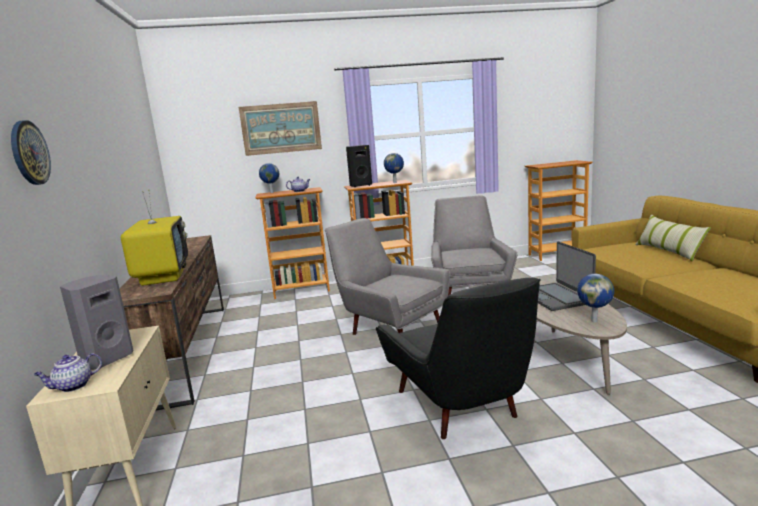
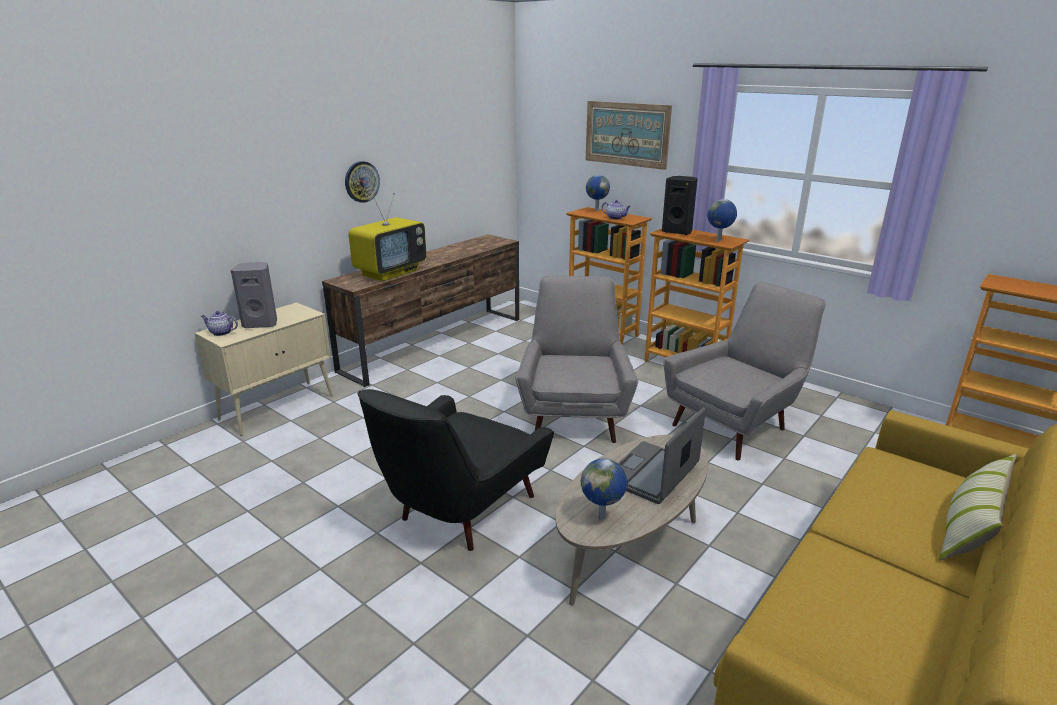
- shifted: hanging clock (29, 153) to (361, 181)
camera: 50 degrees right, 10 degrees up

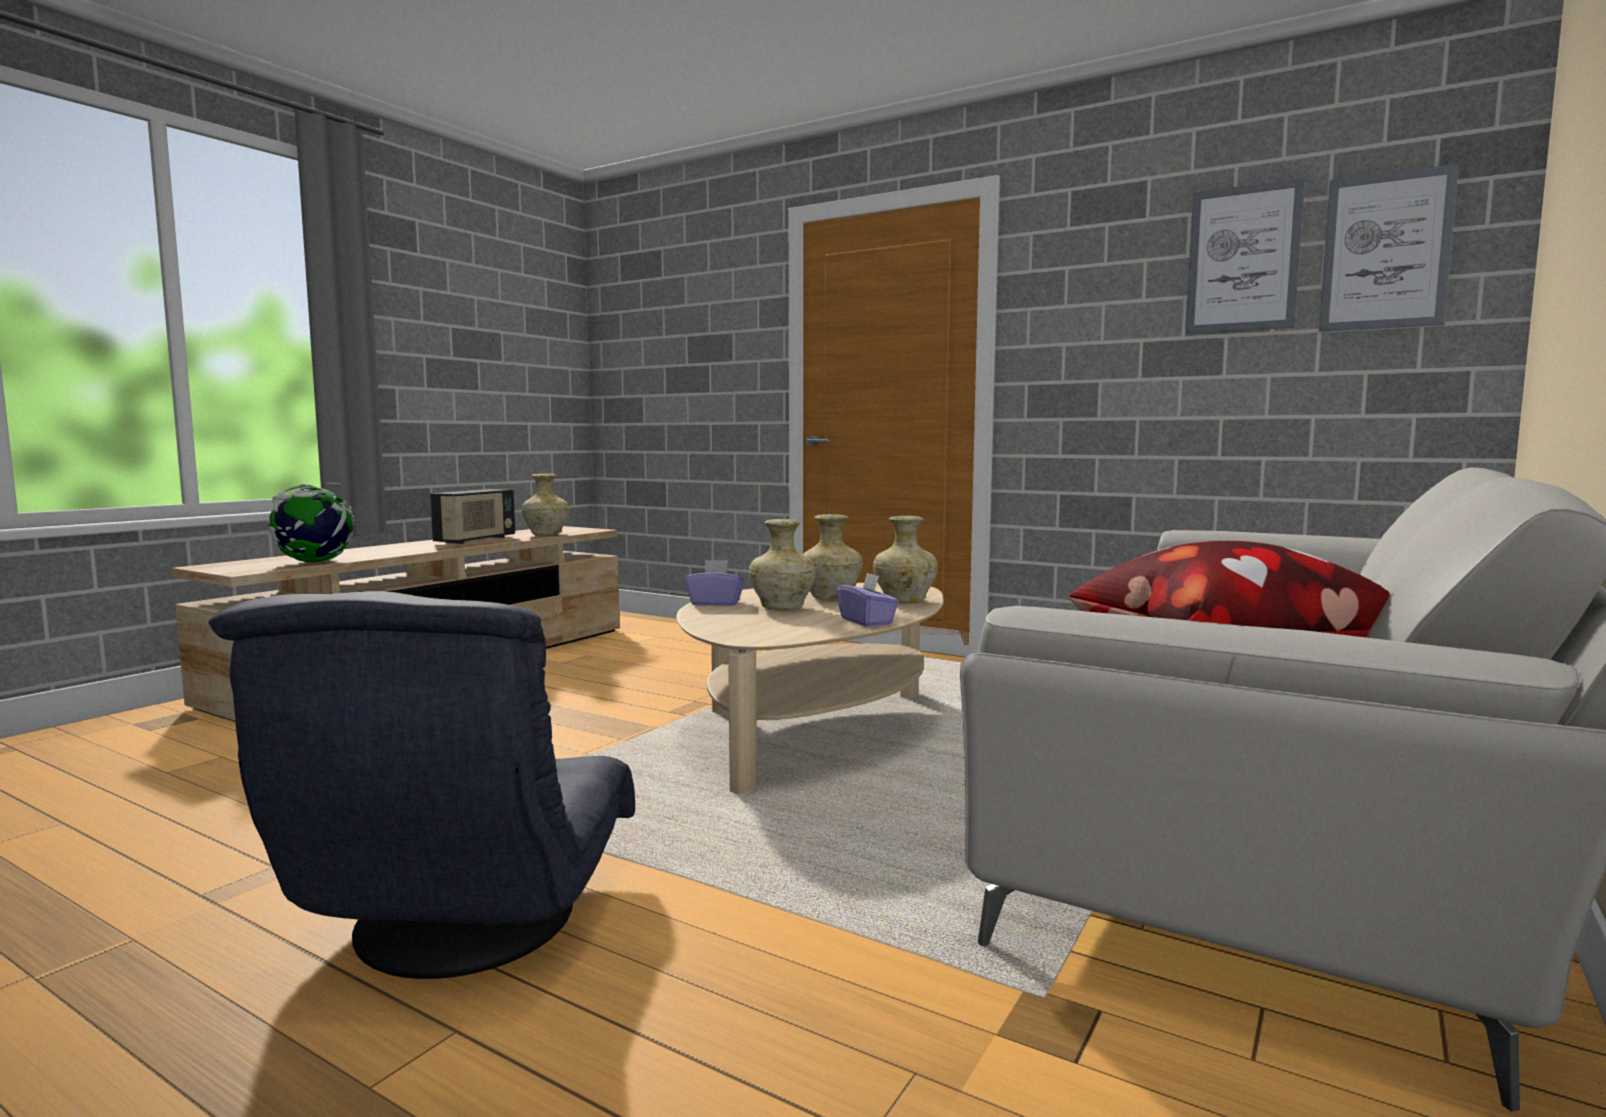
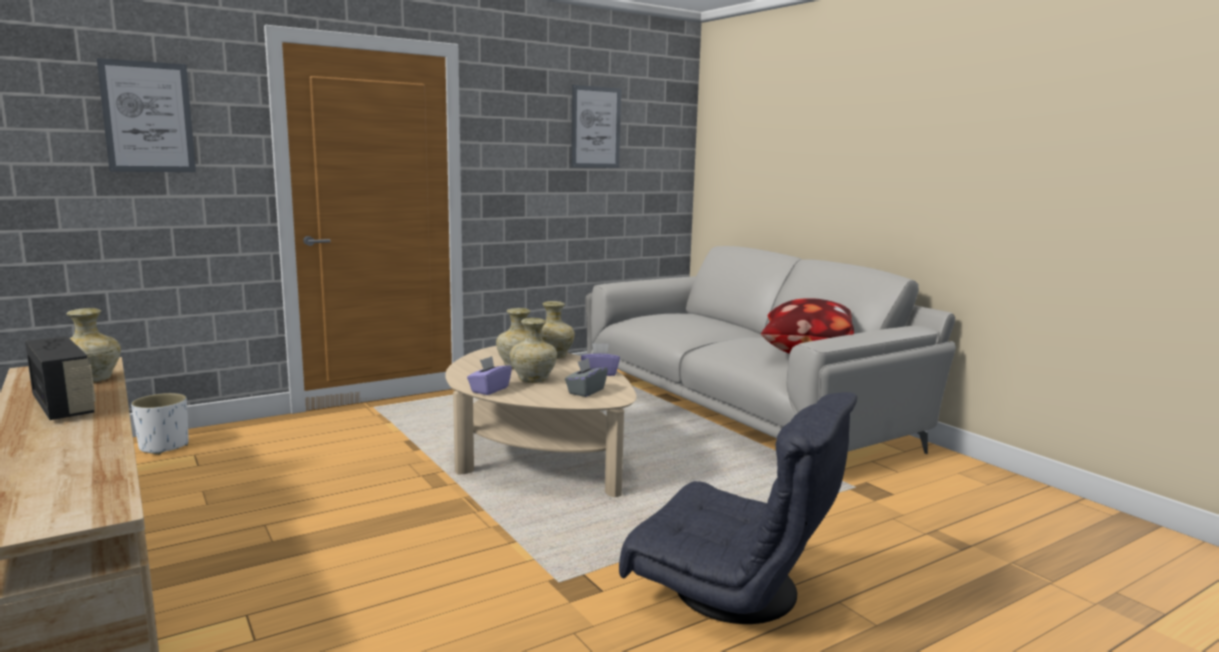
- shifted: wall picture (1385, 251) to (148, 117)
- gone: globe (314, 562)
- new: grey tissue holder (585, 391)
- new: whitish flower pot (164, 446)
camera: 65 degrees left, 5 degrees up

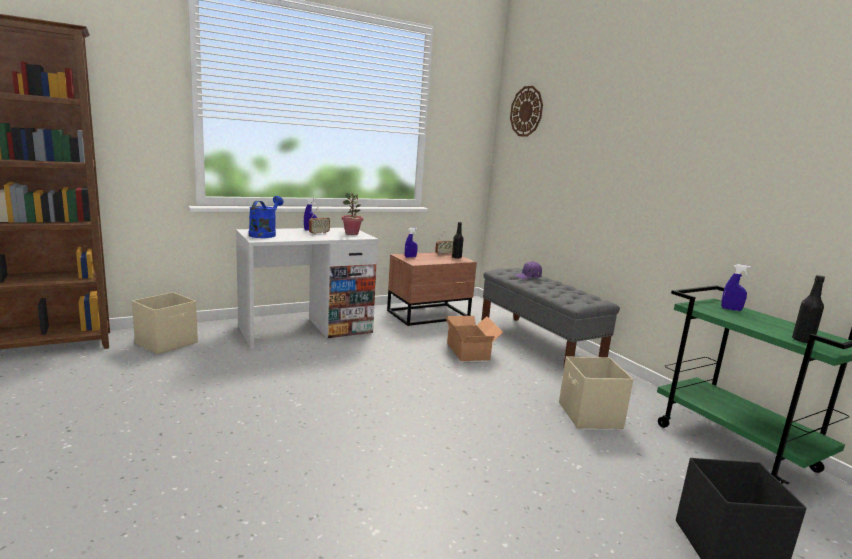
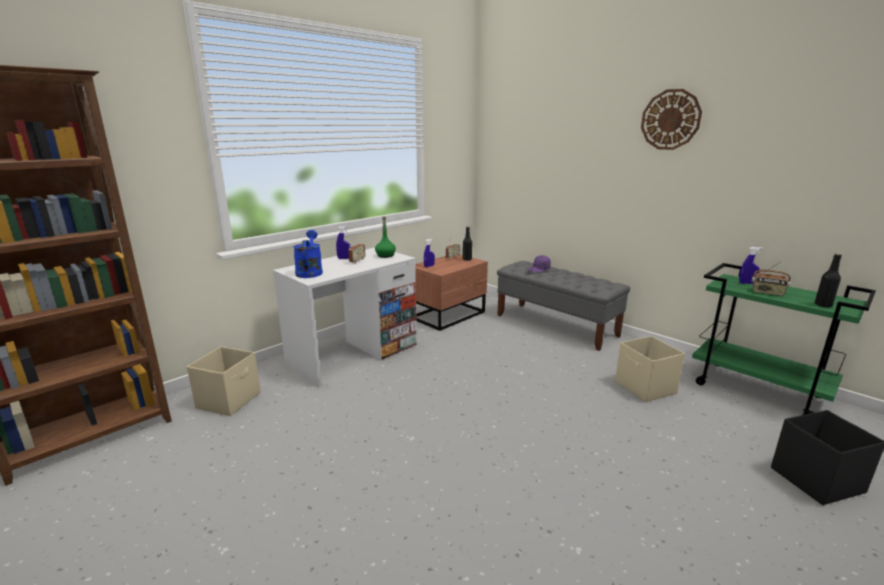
- shifted: hanging clock (526, 111) to (670, 120)
- swapped: houseplant (351, 233) to green bottle (385, 255)
- gone: cardboard box (469, 350)
- new: radio (767, 293)
camera: 15 degrees left, 5 degrees up

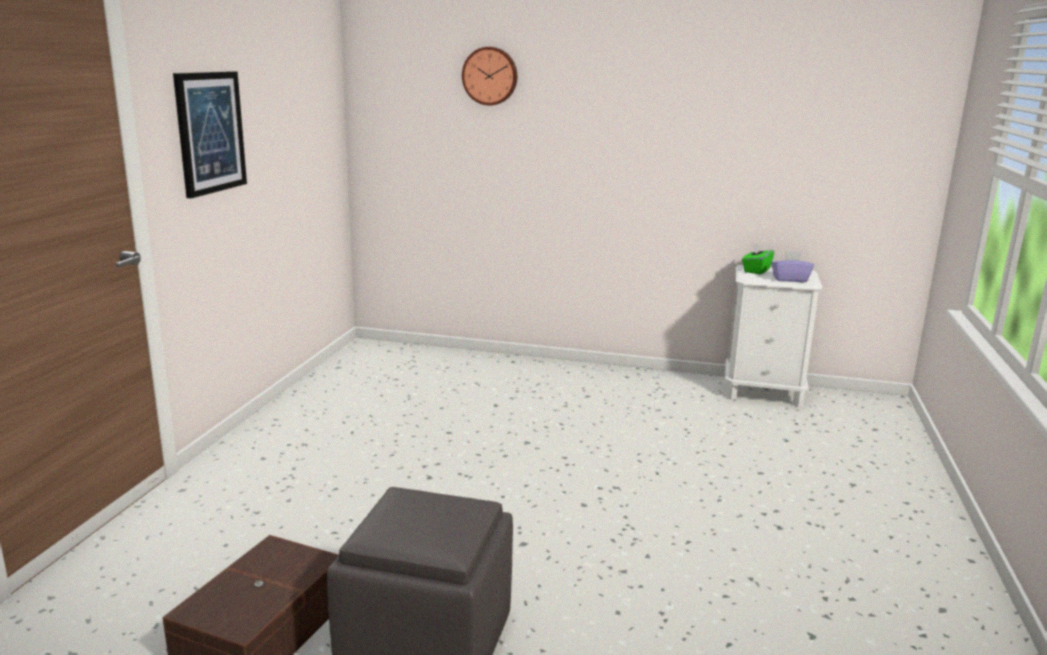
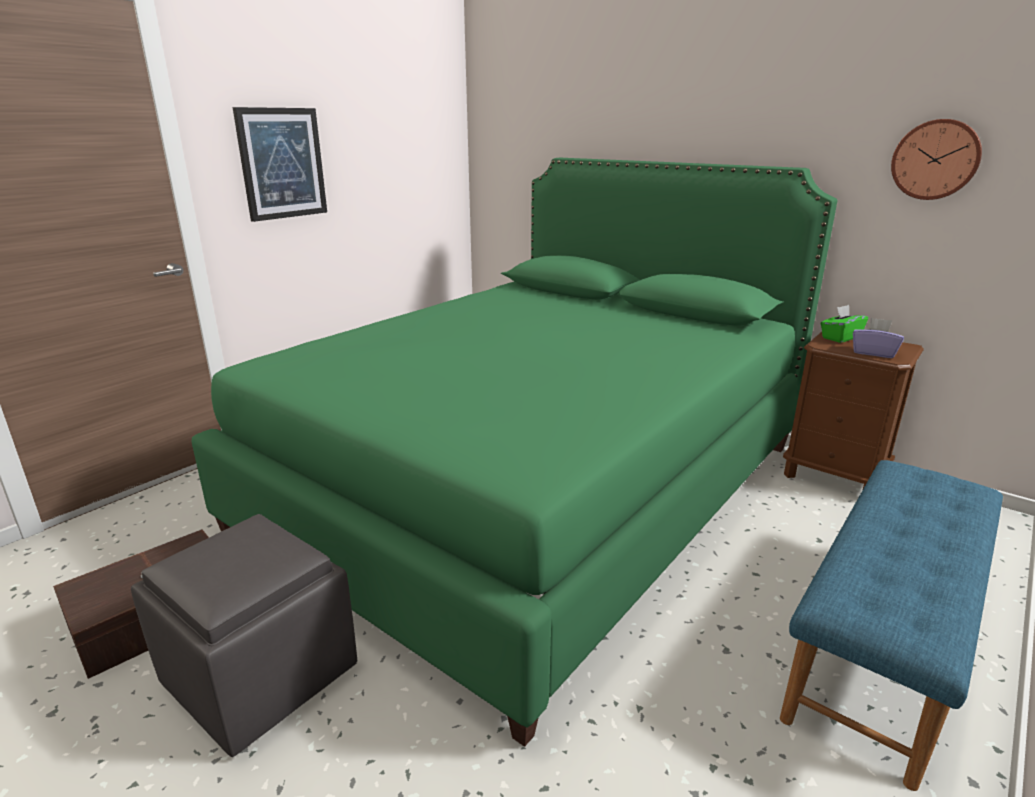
- shifted: hanging clock (490, 76) to (935, 159)
- repainted: whitish bedside table (763, 392) to brownish bedside table (834, 476)
- new: green sleeping bed (534, 486)
- new: blue-coloured long seat (886, 643)
camera: 25 degrees right, 5 degrees up

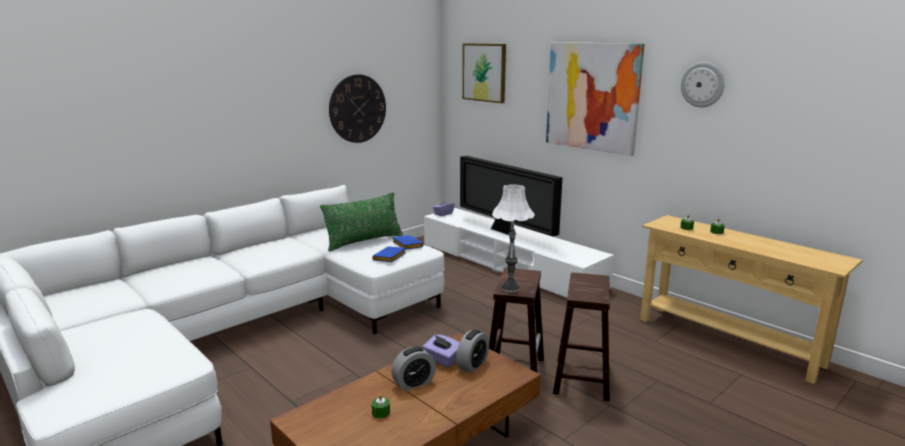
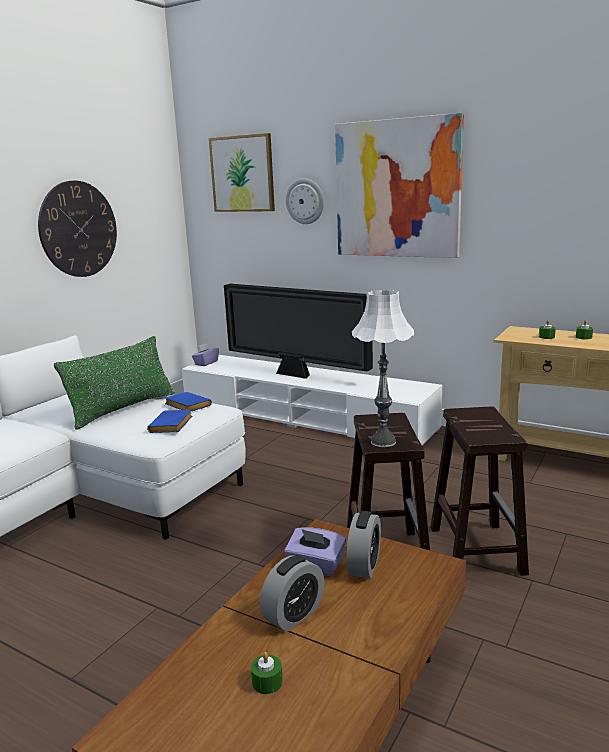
- shifted: hanging clock (702, 84) to (305, 201)
camera: 15 degrees left, 0 degrees up

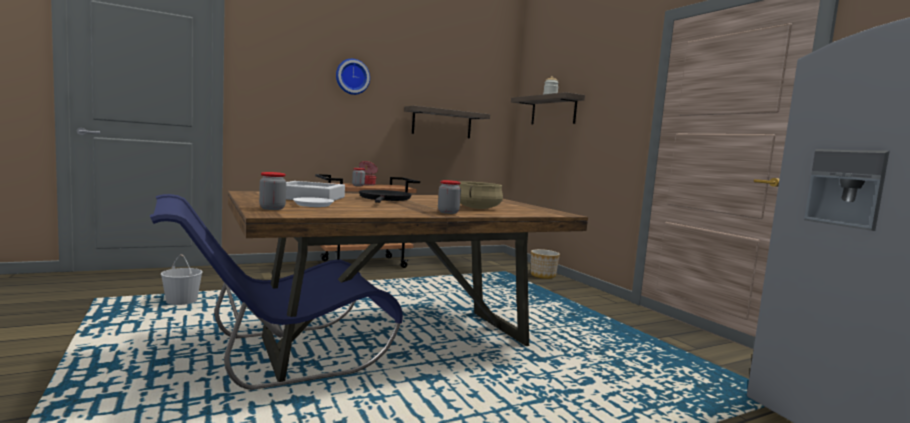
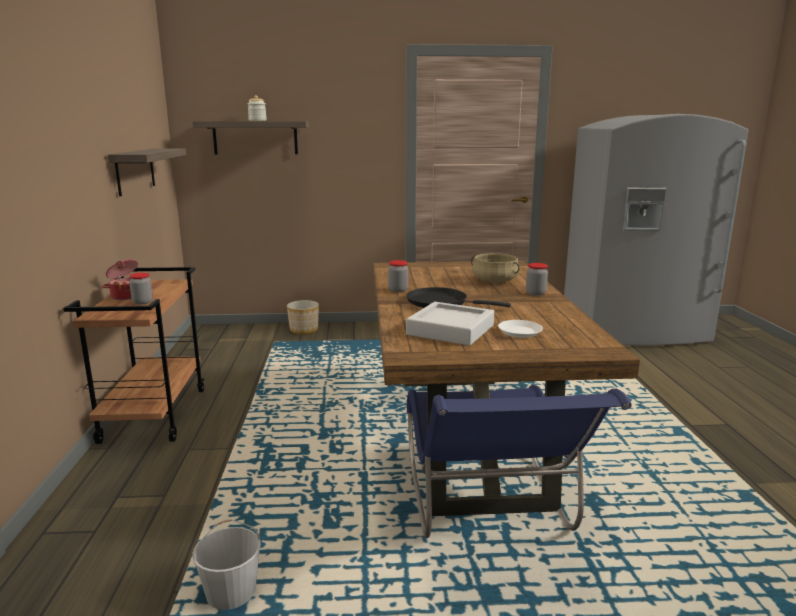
- gone: hanging clock (352, 77)
- shifted: preserve jar (272, 208) to (398, 290)
camera: 65 degrees left, 10 degrees up

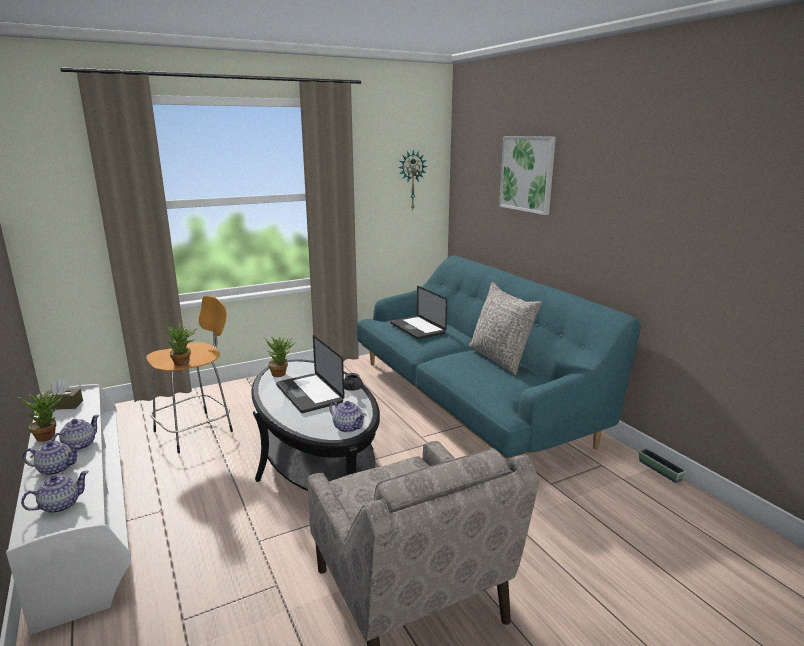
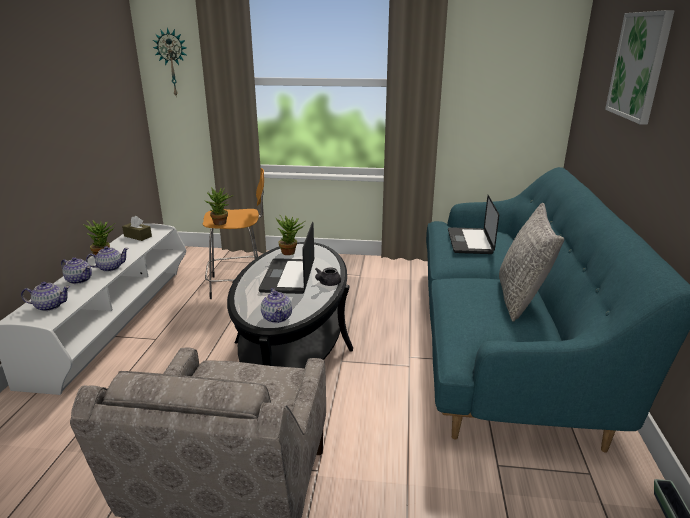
- shifted: hanging clock (411, 180) to (173, 63)
camera: 35 degrees right, 5 degrees up

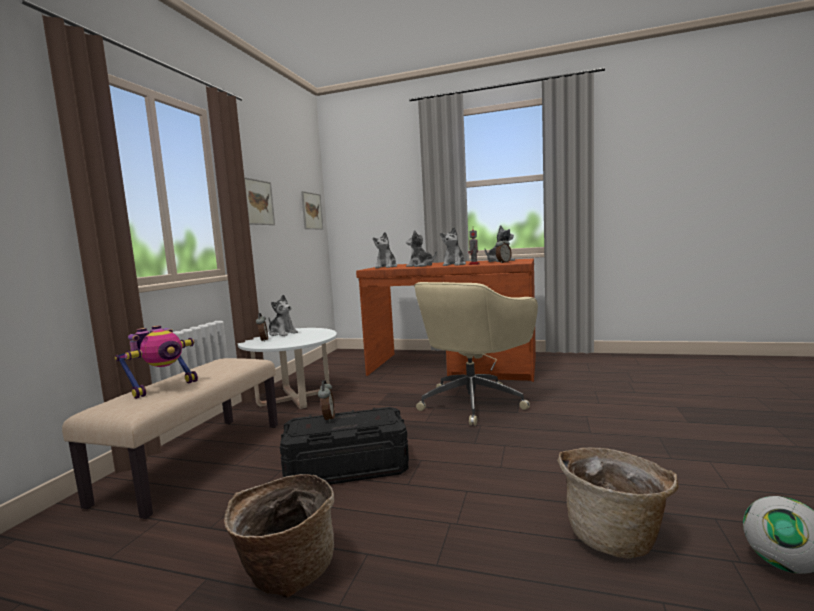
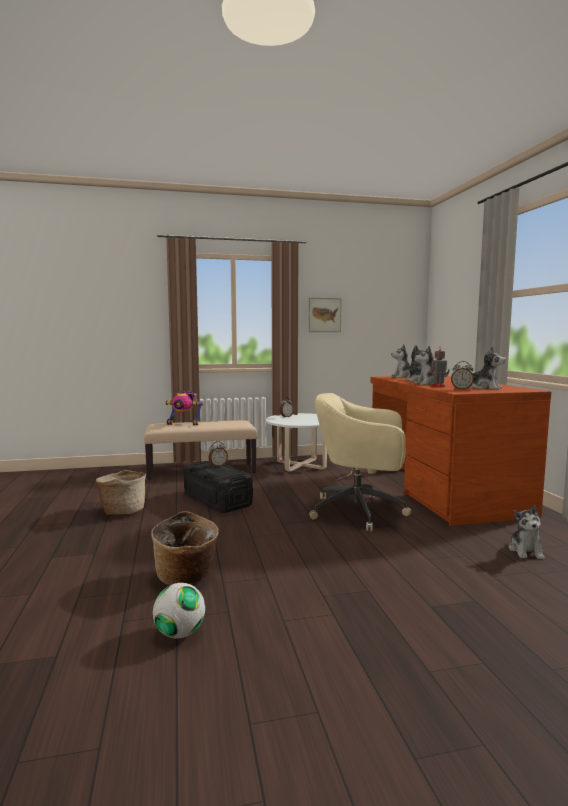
- gone: wall picture (311, 211)
- shifted: soft toy (282, 333) to (526, 551)
camera: 60 degrees right, 0 degrees up

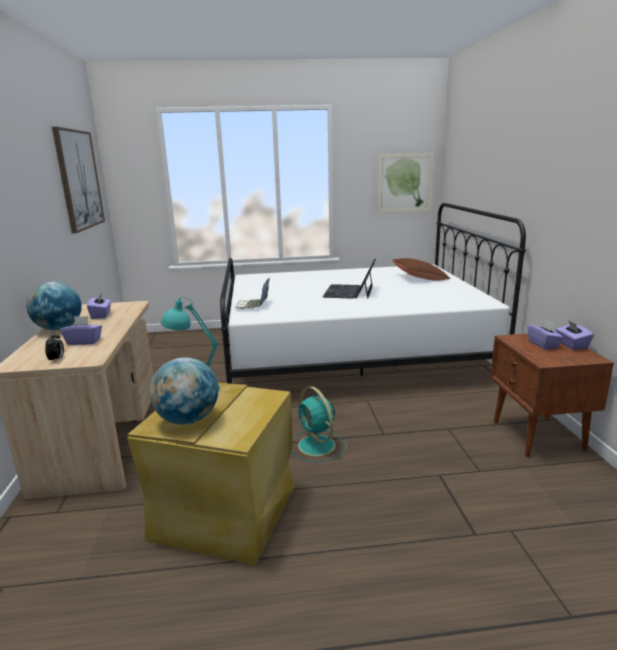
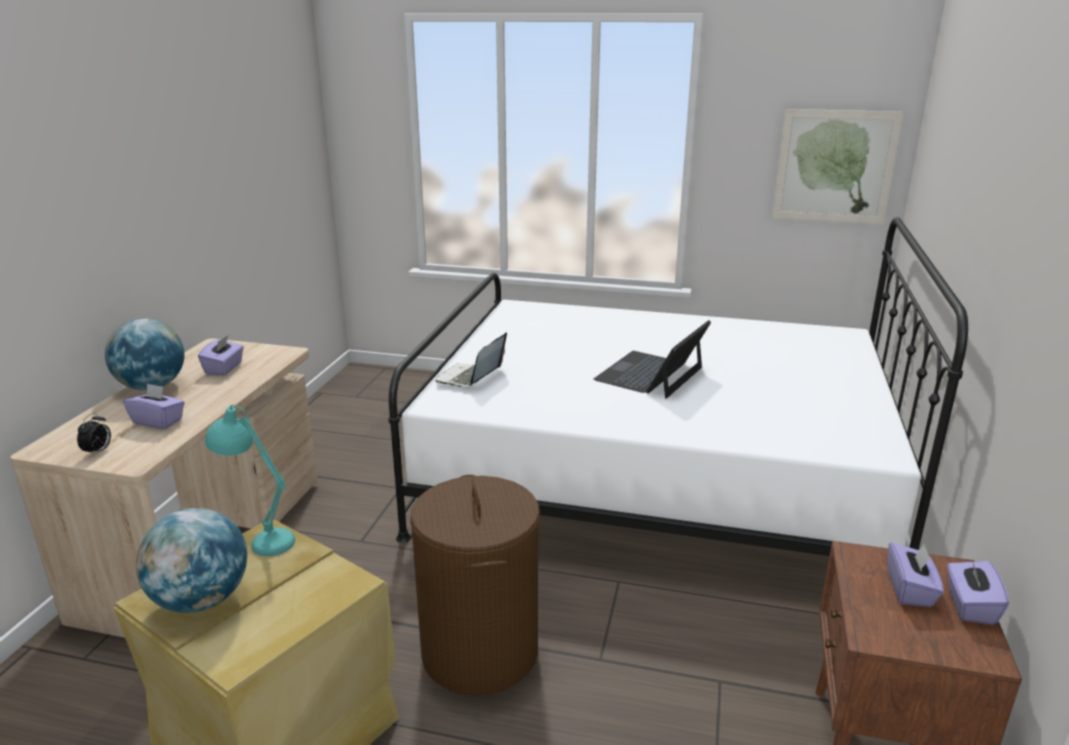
- gone: wall picture (79, 180)
- gone: brownish pillow (419, 278)
- swapped: turquoise cooling fan (317, 446) to brownish hamper (480, 652)
camera: 20 degrees right, 5 degrees up

